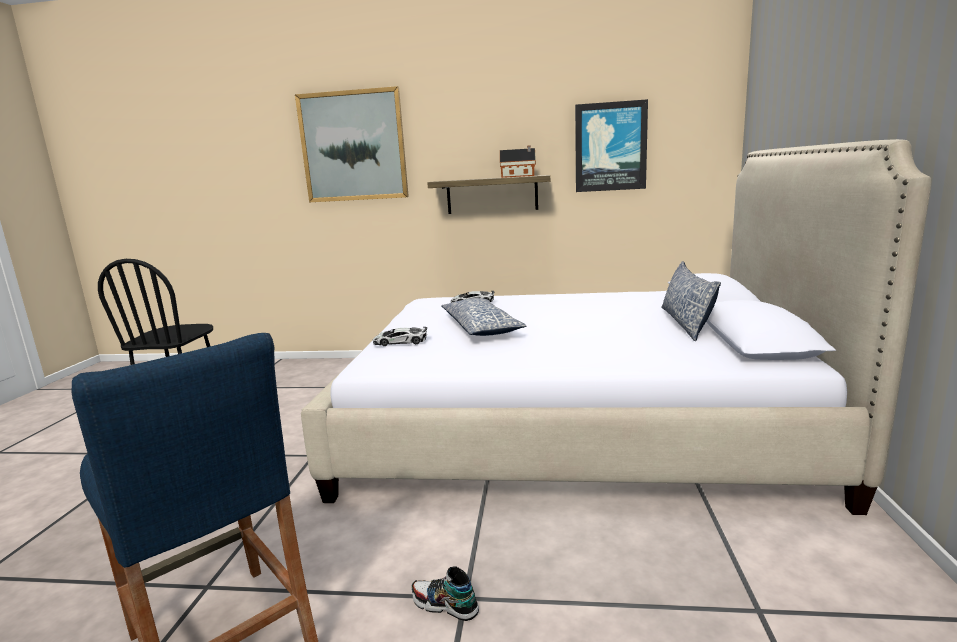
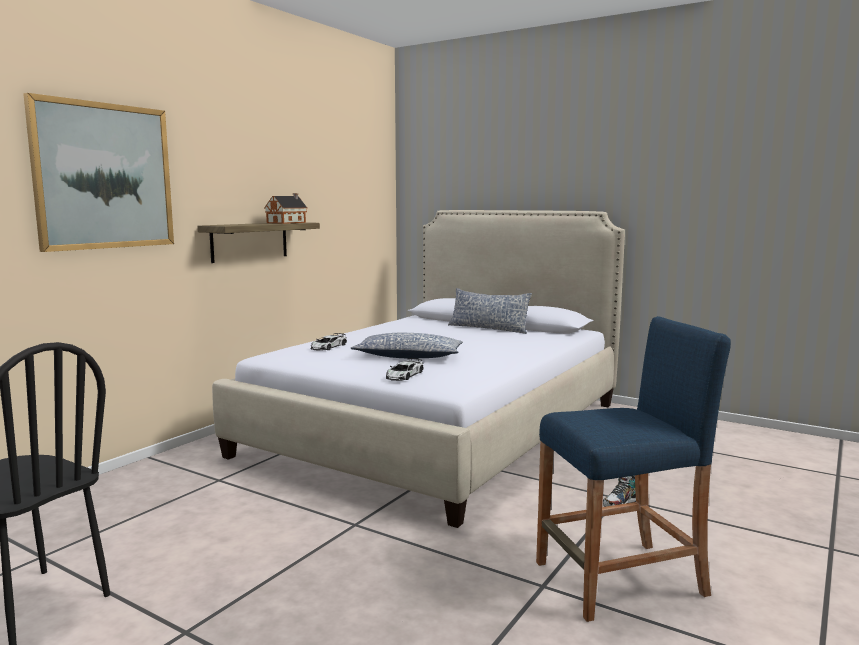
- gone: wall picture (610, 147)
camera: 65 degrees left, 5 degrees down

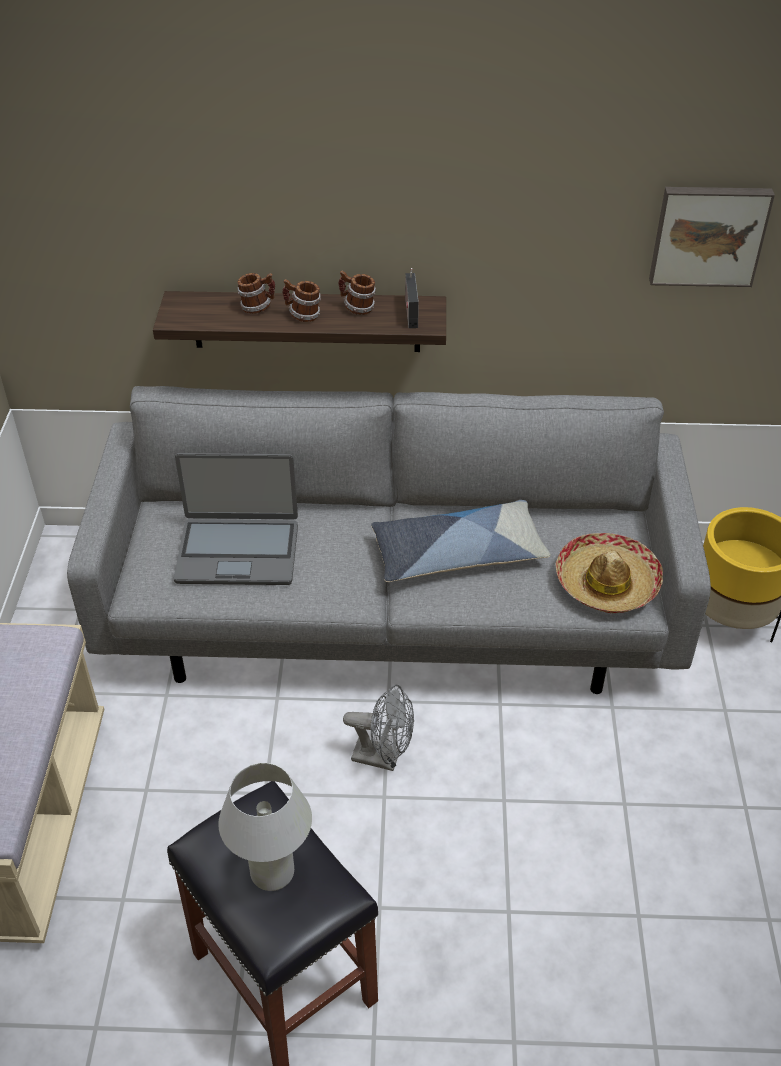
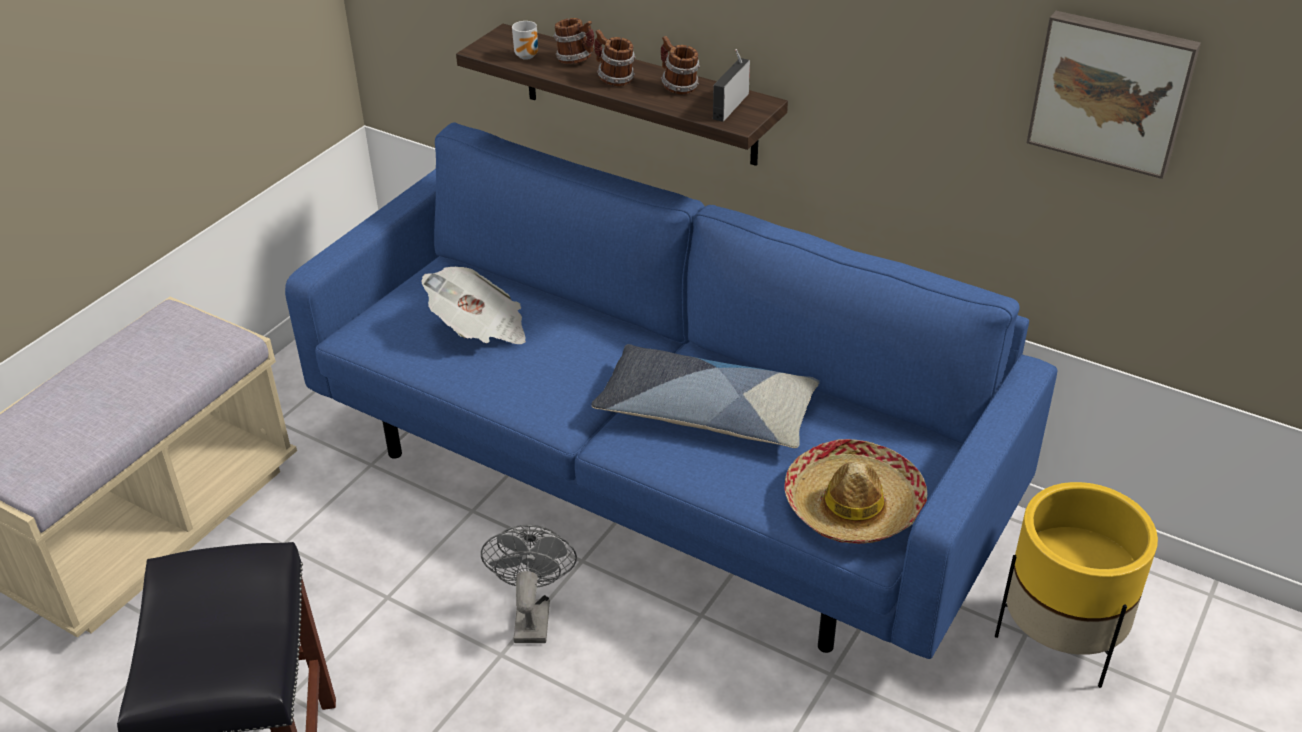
- repainted: grey couch (390, 615) to blue-coloured couch (652, 476)
- swapped: laptop (238, 551) to newspaper (479, 329)
- rotated: grey cooling fan (383, 757) = (532, 615) 135 degrees counterclockwise
- gone: whitish tabletop lamp (272, 872)
- new: tea mug (528, 56)
camera: 30 degrees right, 5 degrees down

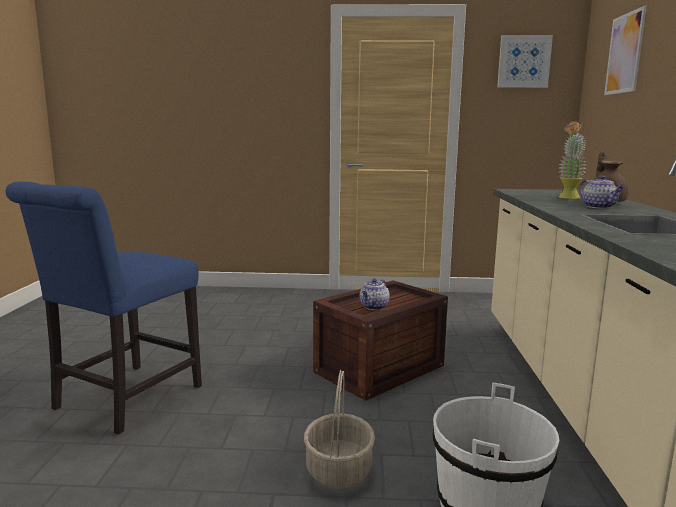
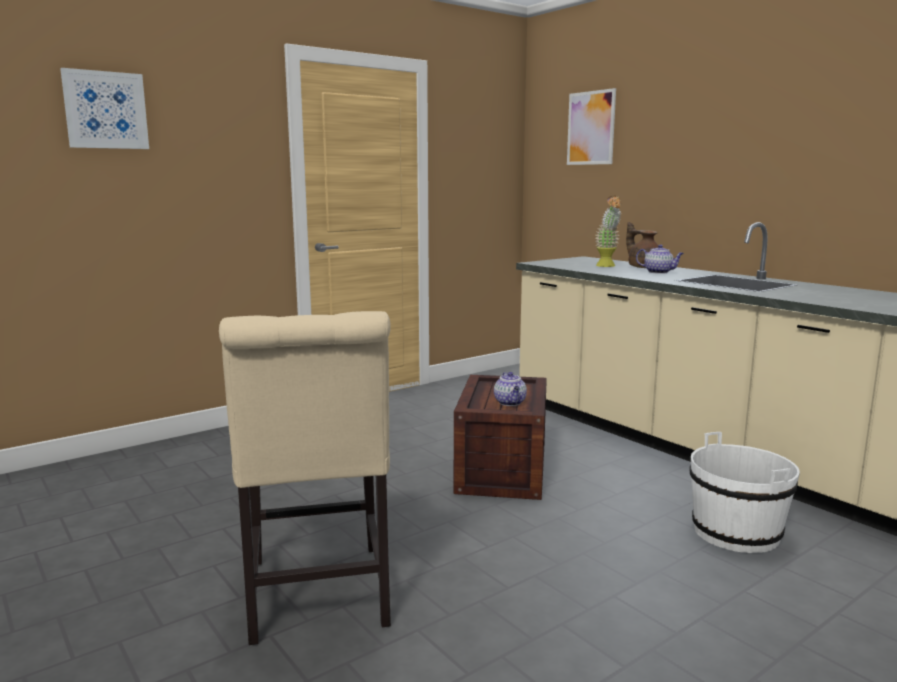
- shifted: wall picture (524, 61) to (105, 110)
- repainted: blue-coloured chair (122, 400) to beige chair (317, 598)
- gone: storage basket (338, 469)
camera: 40 degrees left, 0 degrees up

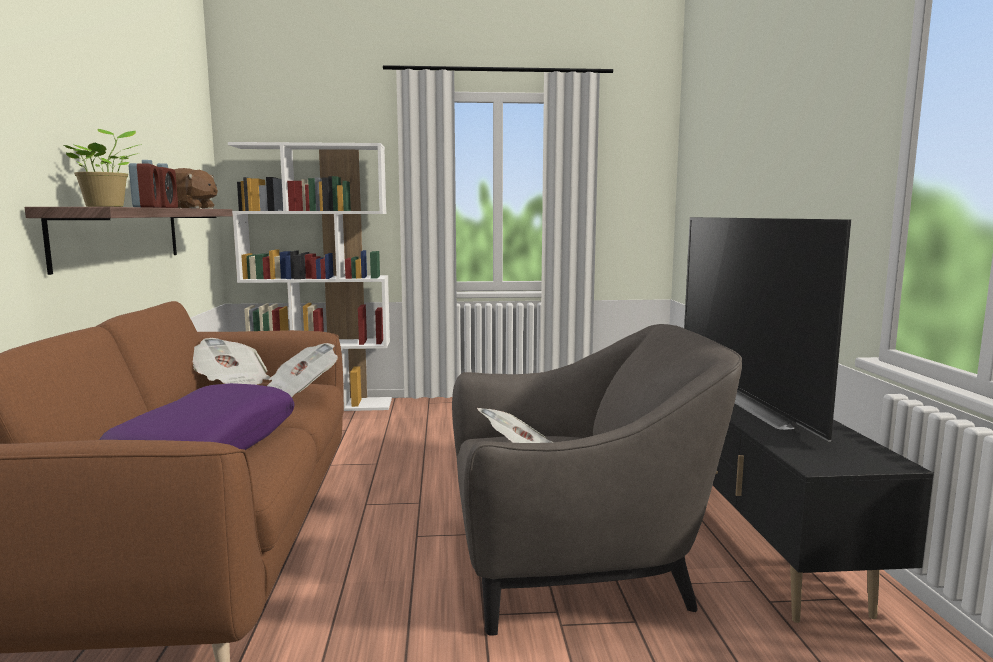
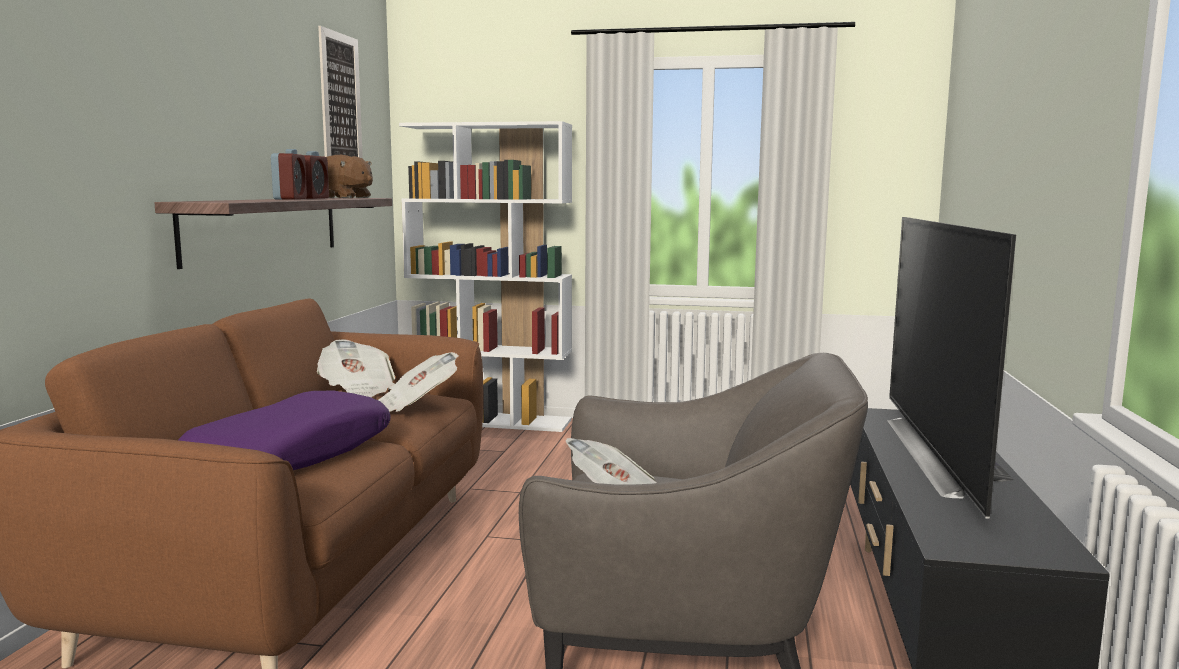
- gone: houseplant (107, 206)
- new: wall picture (340, 105)
camera: 15 degrees right, 0 degrees up

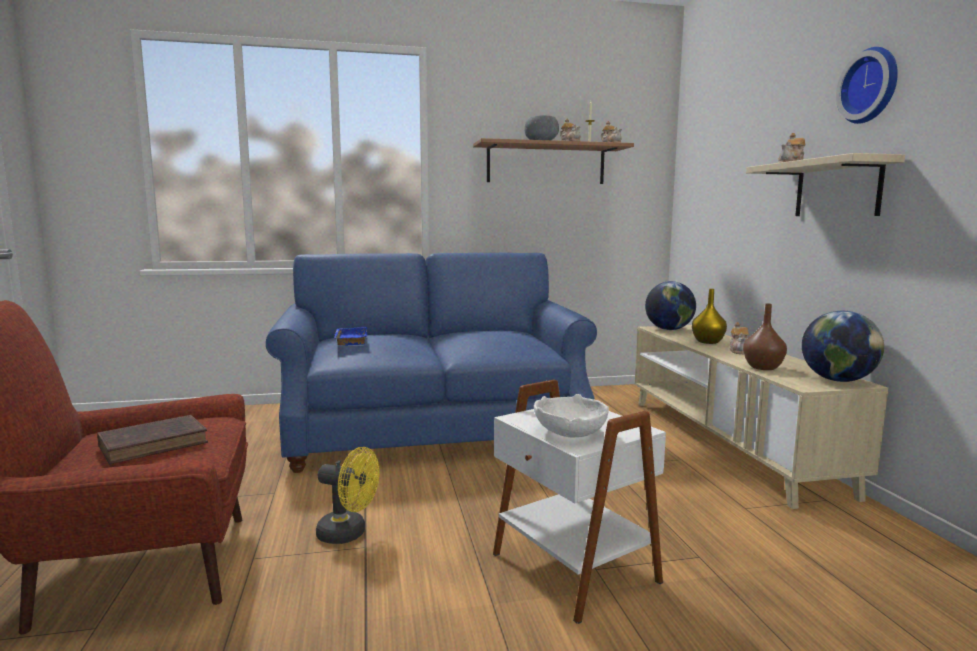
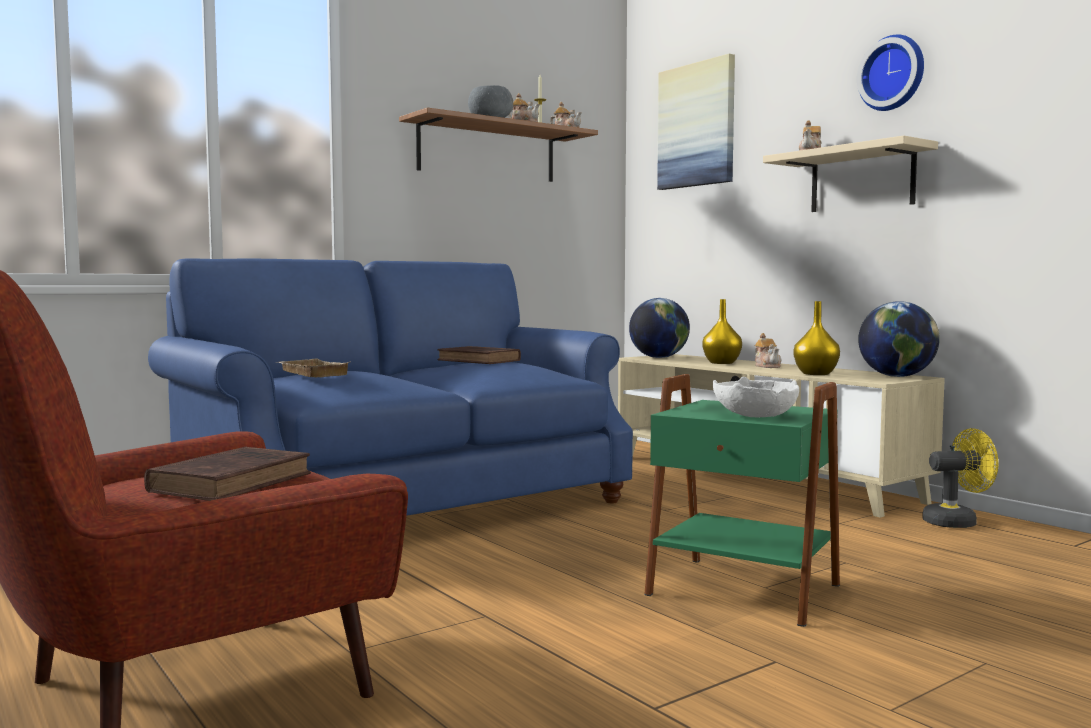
- repainted: brownish flower vase (763, 368) to yellow-coloured flower vase (816, 374)
- repainted: blue-coloured serving tray (349, 340) to beige serving tray (310, 374)
- repainted: whitish side table (572, 569) to green side table (742, 591)
- shifted: yellow-coloured cooling fan (349, 534) to (957, 522)
- new: wall picture (697, 125)
- new: brownish bound book (480, 361)
camera: 25 degrees left, 5 degrees down

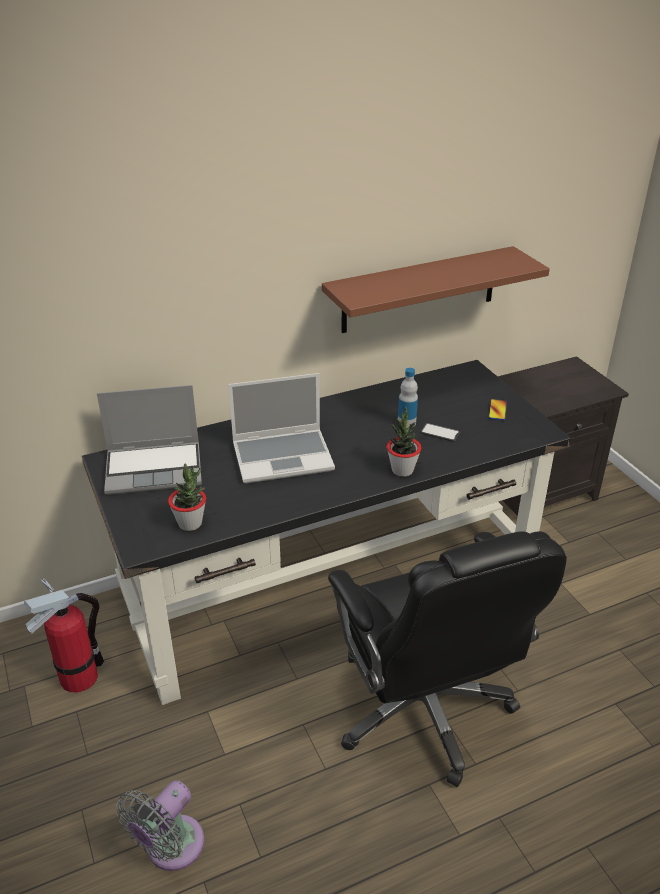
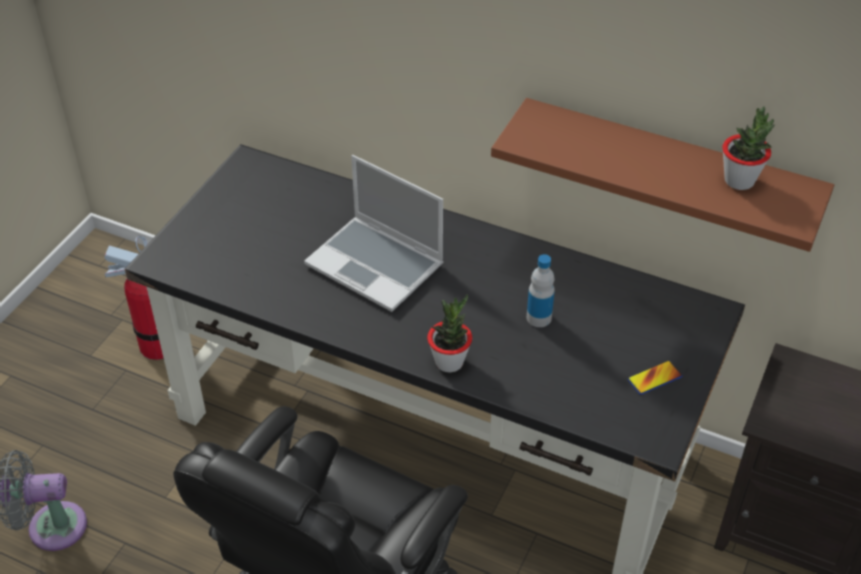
- gone: laptop (155, 468)
- gone: phone (440, 433)
- shifted: houseplant (190, 523) to (739, 181)
camera: 50 degrees right, 10 degrees up

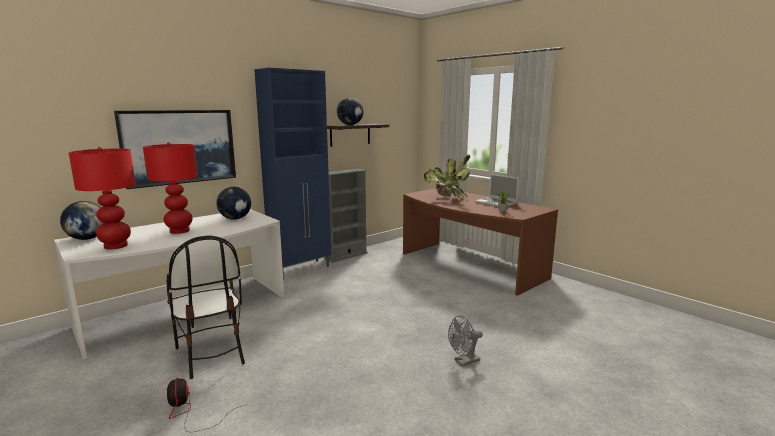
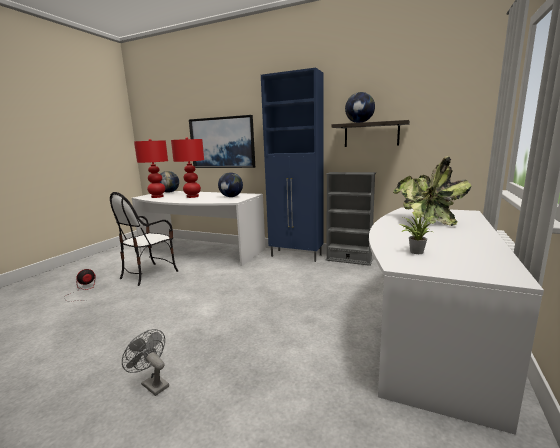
- gone: laptop (496, 203)
- repainted: brownish desk table (468, 266) to whitish desk table (427, 328)
camera: 65 degrees right, 0 degrees up

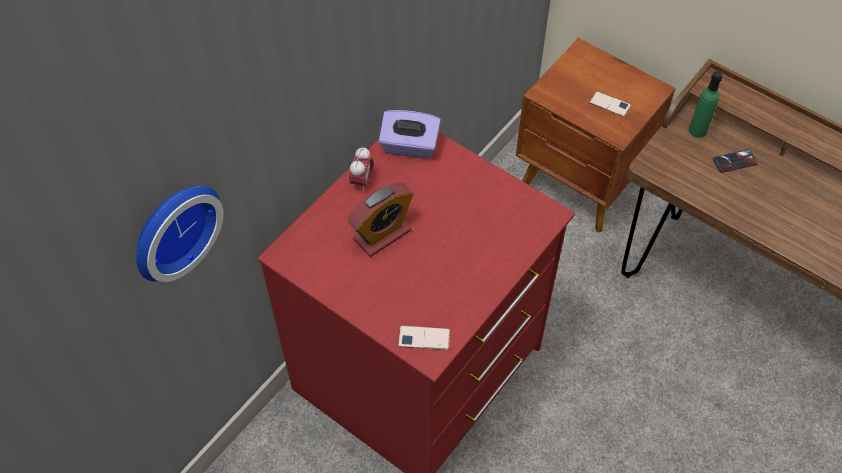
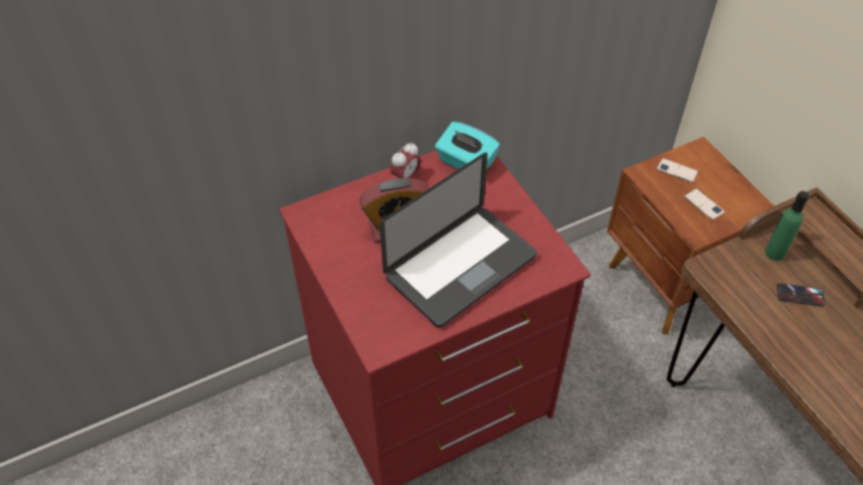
- repainted: purple-coloured tissue holder (409, 146) to turquoise tissue holder (466, 163)
- gone: hanging clock (172, 228)
- shifted: phone (424, 338) to (677, 171)
- new: laptop (461, 267)
camera: 25 degrees right, 5 degrees down

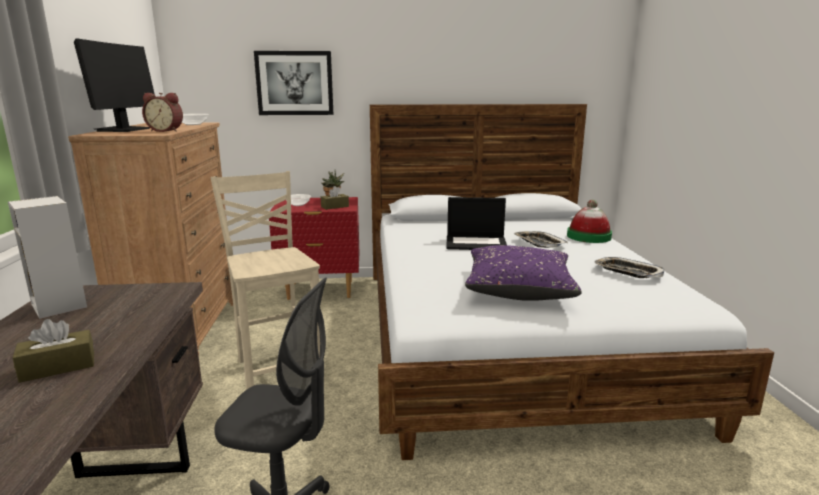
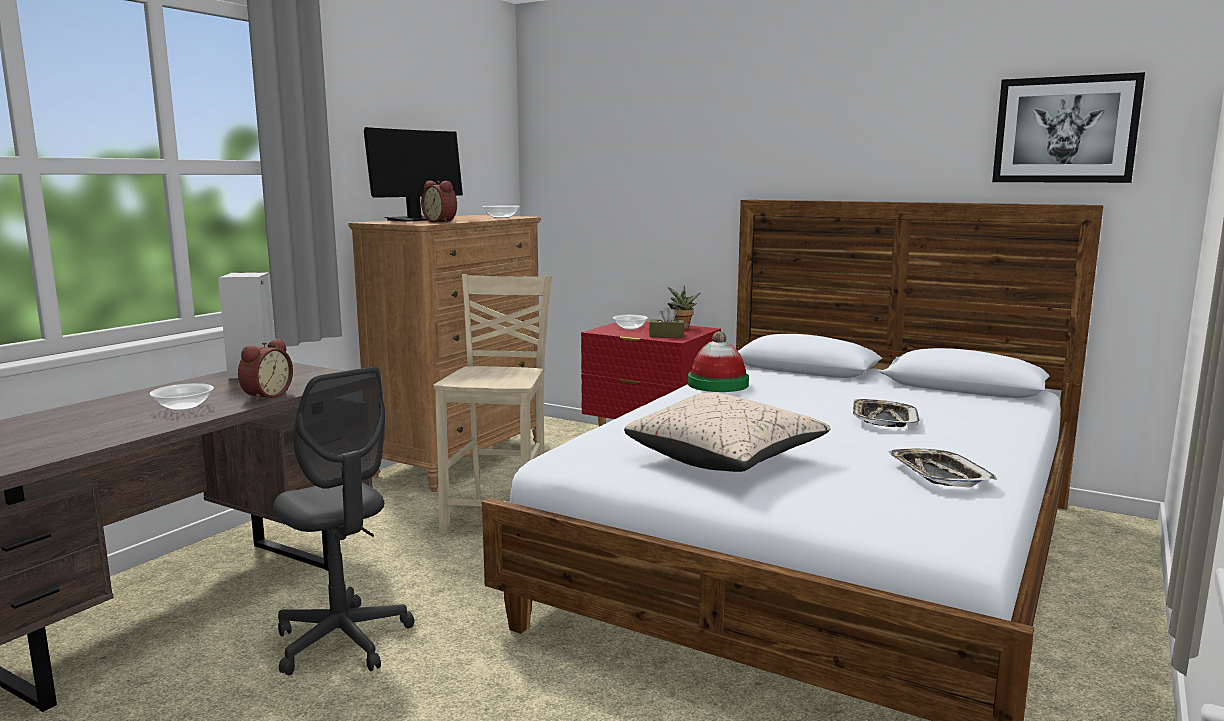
- shifted: wall picture (294, 83) to (1065, 130)
- gone: laptop (476, 243)
- shifted: hat (588, 236) to (718, 384)
- repainted: purple-coloured pillow (519, 289) to beige pillow (726, 458)
- swapped: brownish tissue holder (58, 367) to deep dish (184, 407)
- new: alarm clock (265, 396)
camera: 35 degrees right, 5 degrees down

